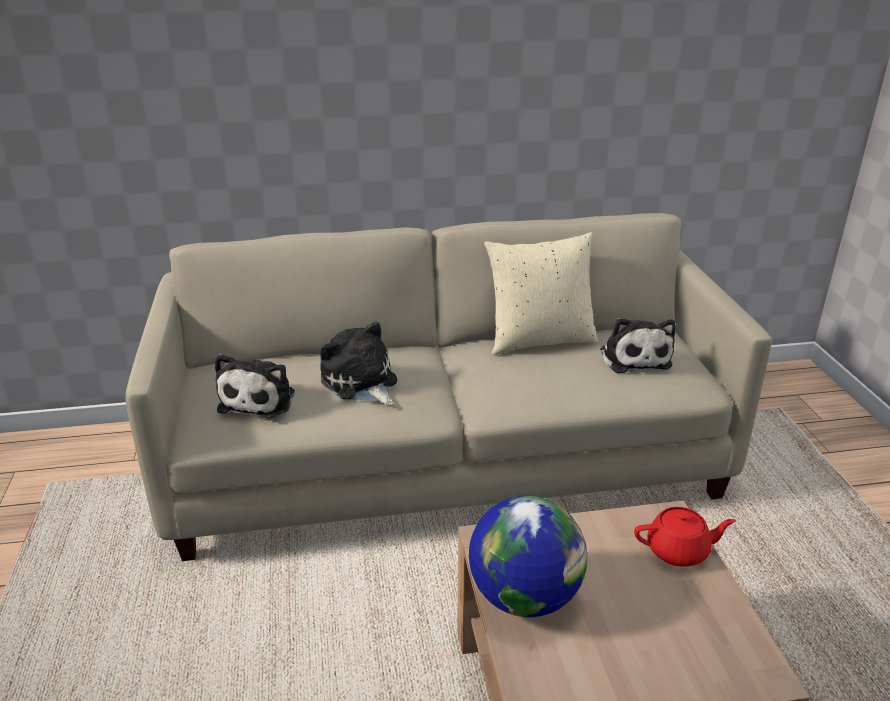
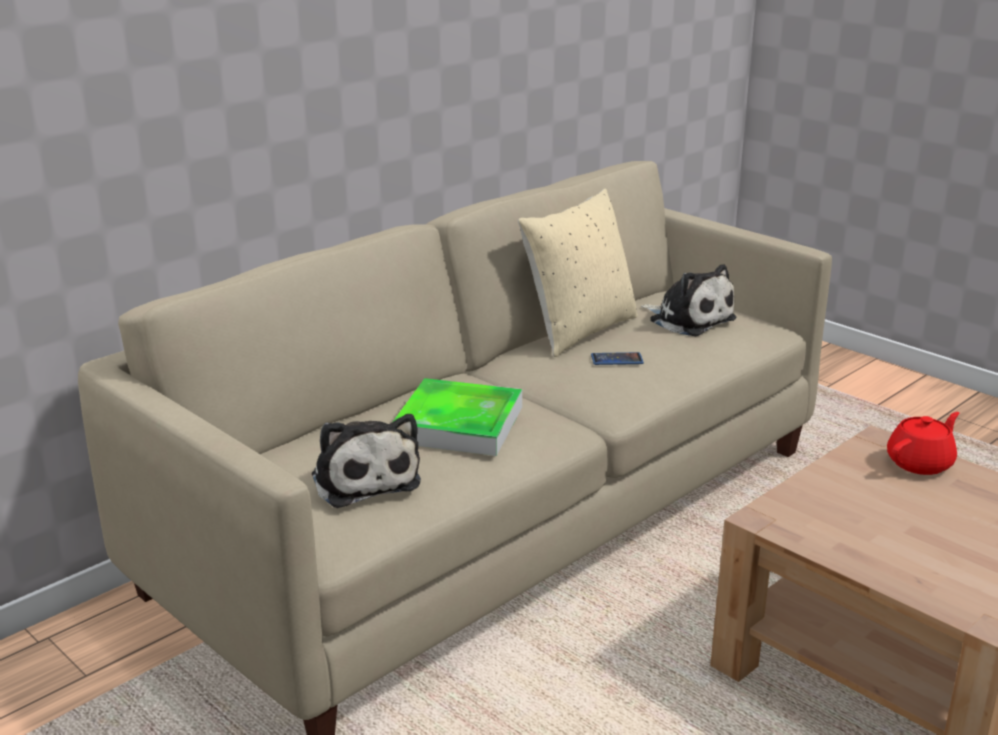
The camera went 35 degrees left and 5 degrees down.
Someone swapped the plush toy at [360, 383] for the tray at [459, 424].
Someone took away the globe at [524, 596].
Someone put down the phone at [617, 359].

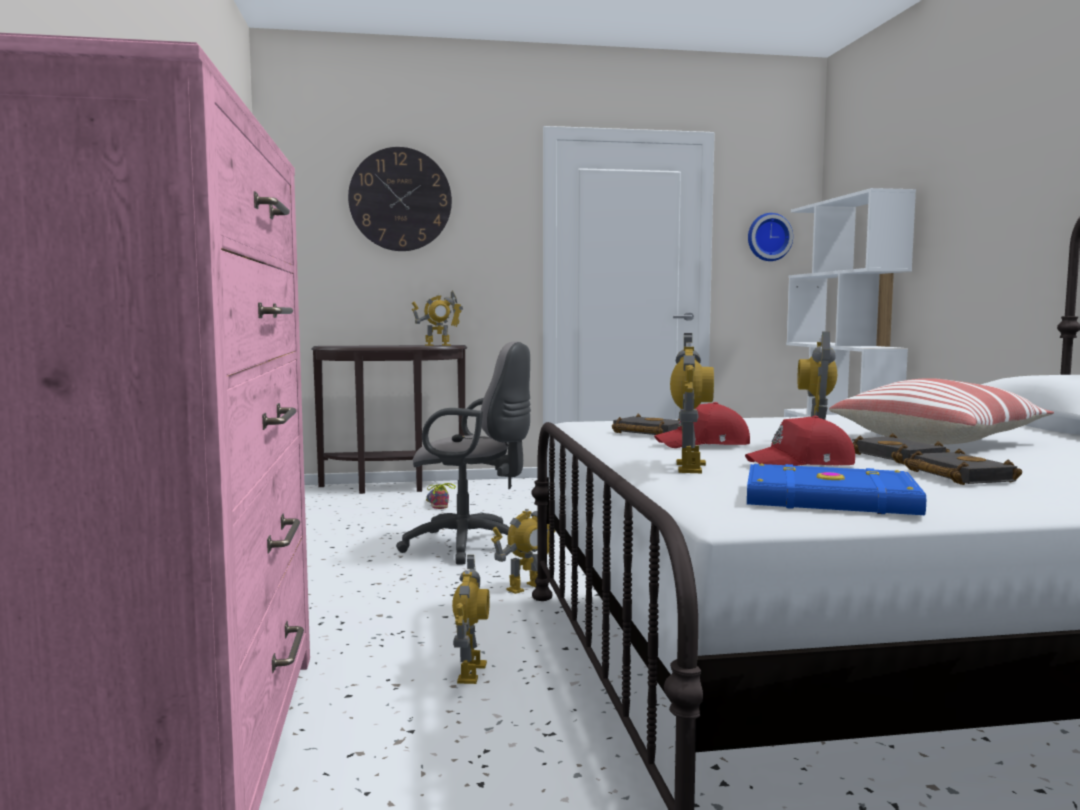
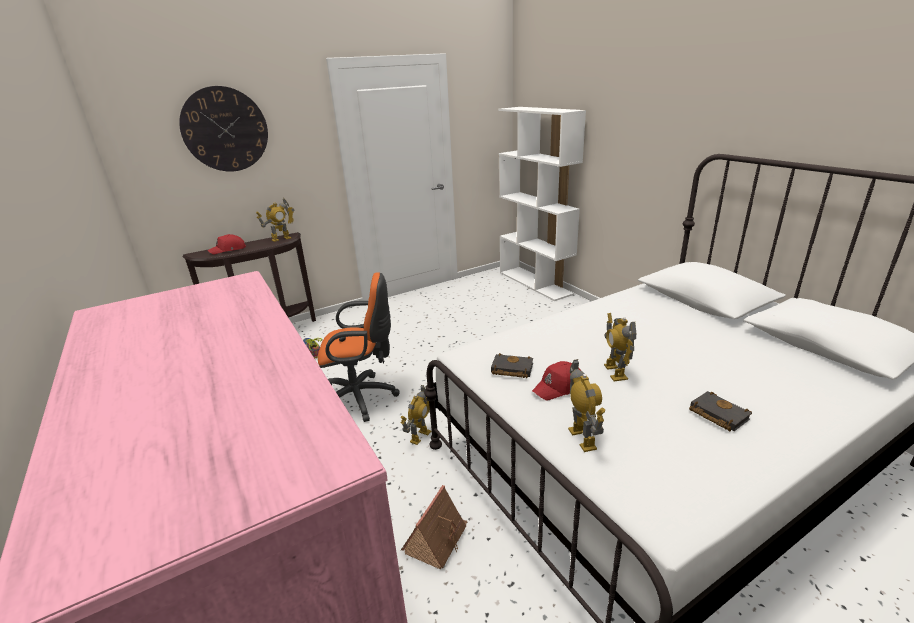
The camera went 20 degrees left and 20 degrees up.
Someone took away the wall clock at [768, 237].
Someone repainted the office chair (grey) at [471, 546], which became the office chair (orange) at [362, 398].
Someone took away the pillow at [937, 440].
Someone carried the cap (red) from [802, 464] to [228, 250].
Someone took away the book (black) at [901, 457].
Someone took away the book (blue) at [831, 499].
Someone swapped the toy robot at [470, 672] for the toy house at [436, 539].

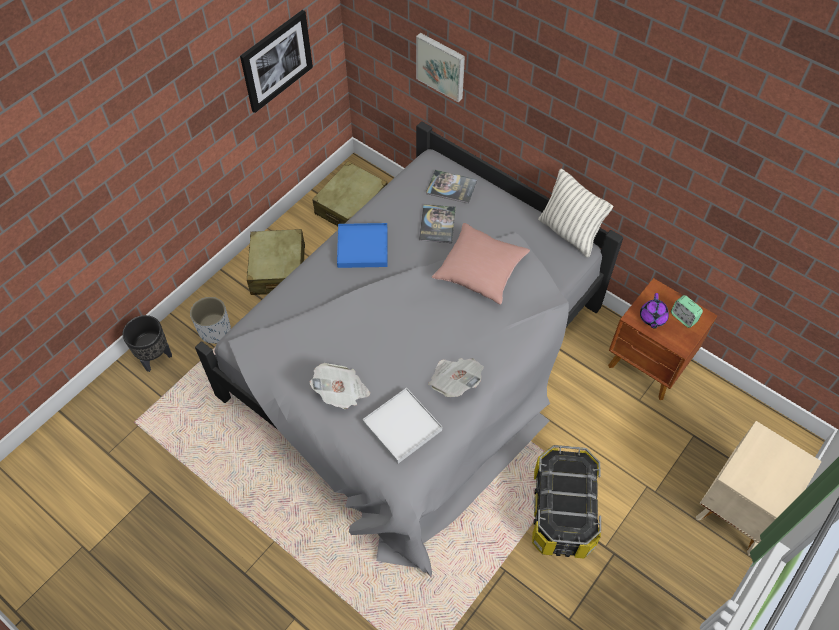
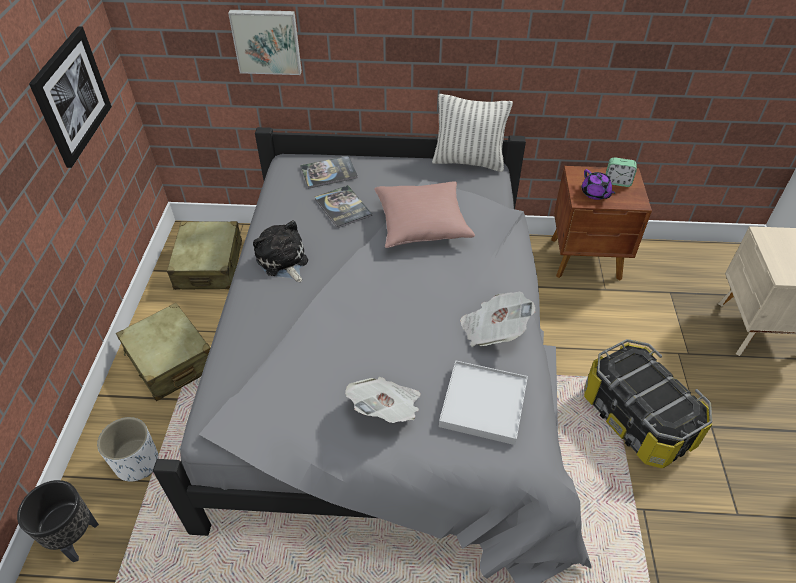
The camera went 35 degrees left and 10 degrees down.
Someone swapped the tray (blue) at [362, 247] for the plush toy at [283, 261].

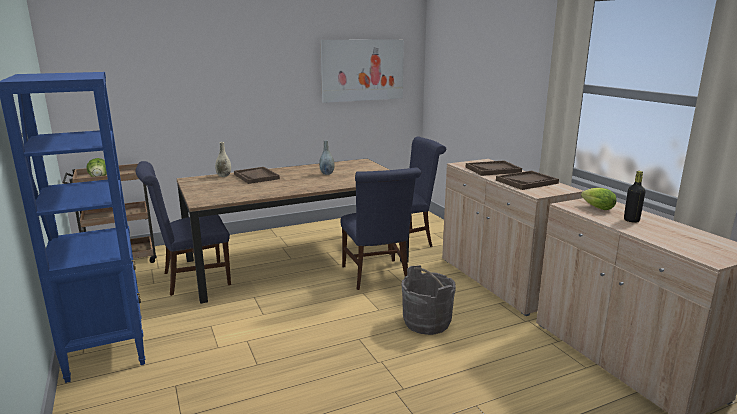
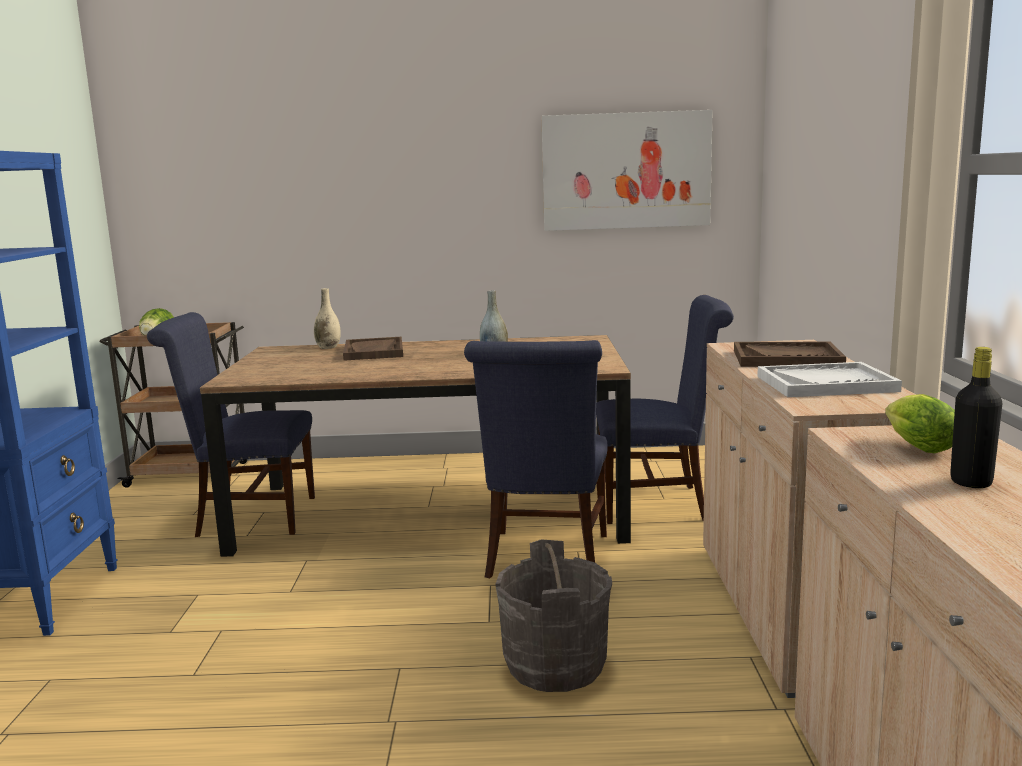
The camera went 25 degrees right and 5 degrees down.
Someone repainted the tray (brown) at [526, 182], which became the tray (white) at [826, 384].

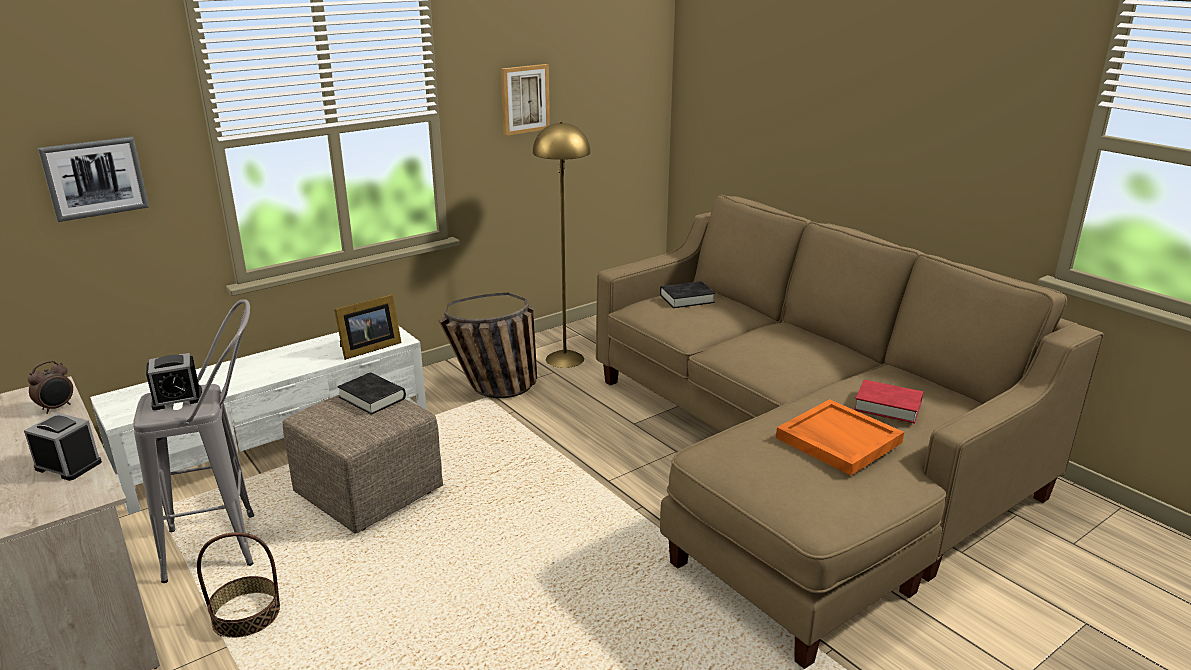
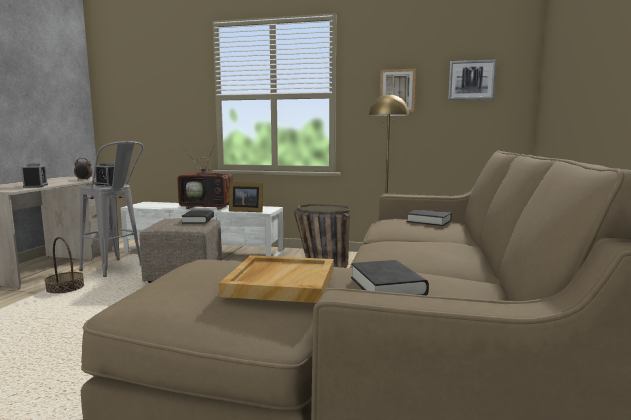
The camera went 50 degrees right and 15 degrees down.
Someone carried the picture from [95, 178] to [471, 80].
Someone repainted the book (red) at [887, 406], which became the book (black) at [387, 286].
Someone repainted the tray (orange) at [837, 440], which became the tray (beige) at [280, 282].
Someone put down the television at [209, 207].

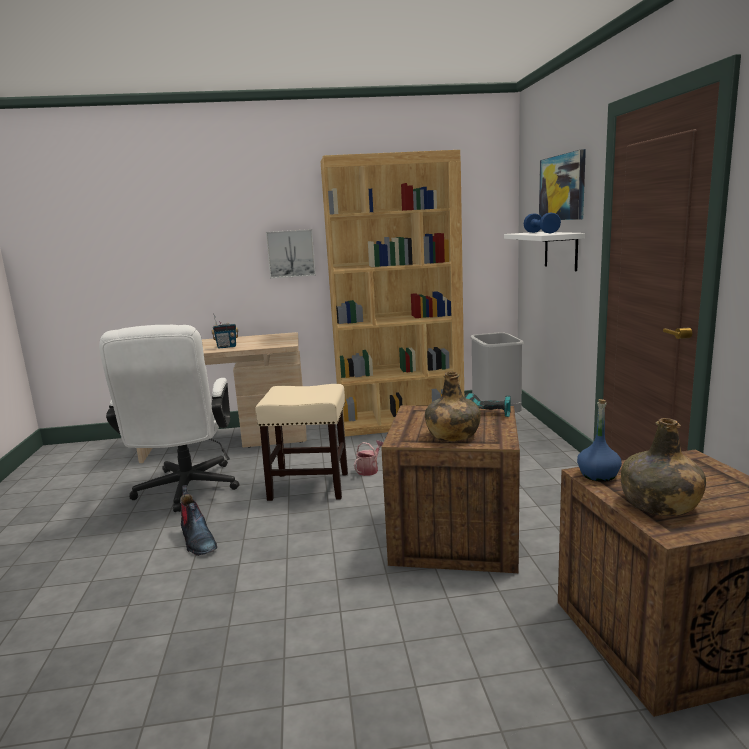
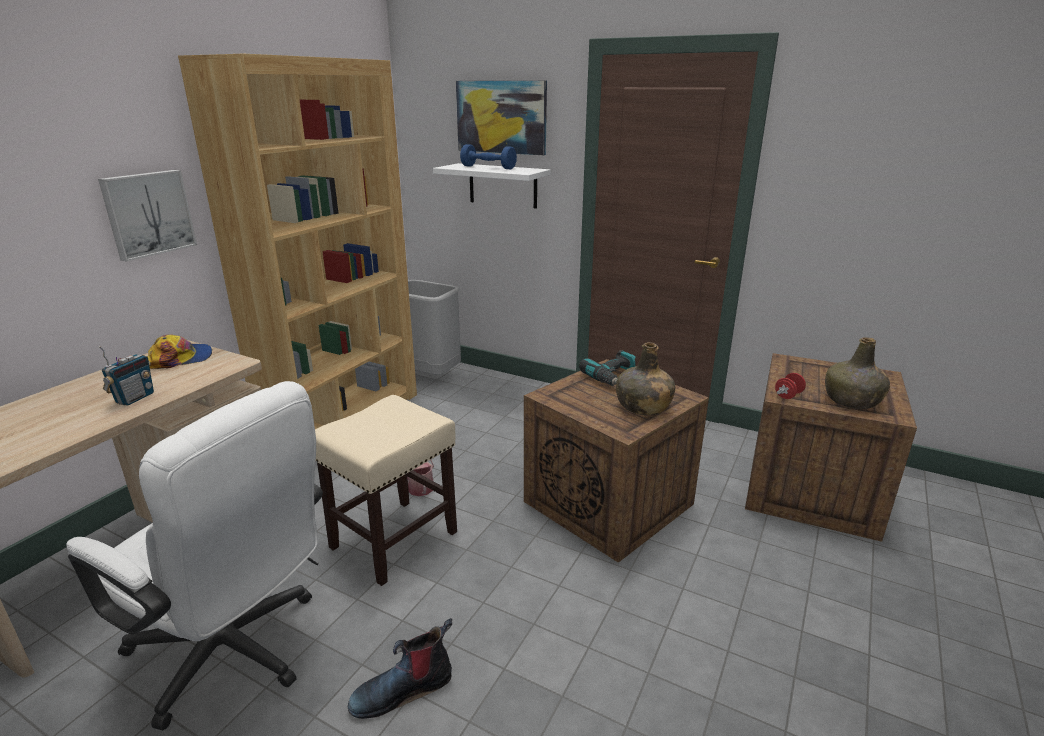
The camera went 55 degrees left and 10 degrees up.
Someone swapped the bottle (blue) at [598, 475] for the dumbbell (red) at [788, 395].
Someone rotated the boot at [197, 541] by 150 degrees clockwise.
Someone put down the cap at [181, 358].

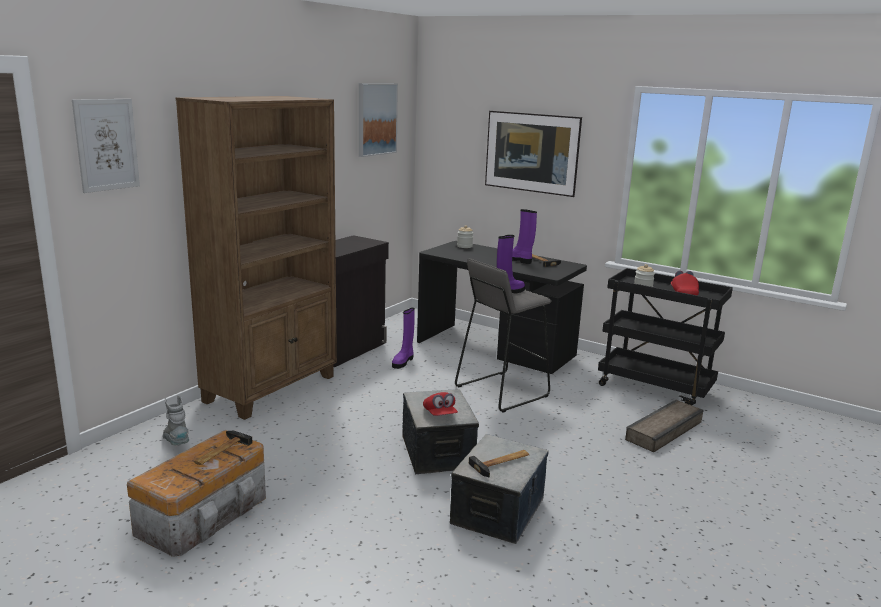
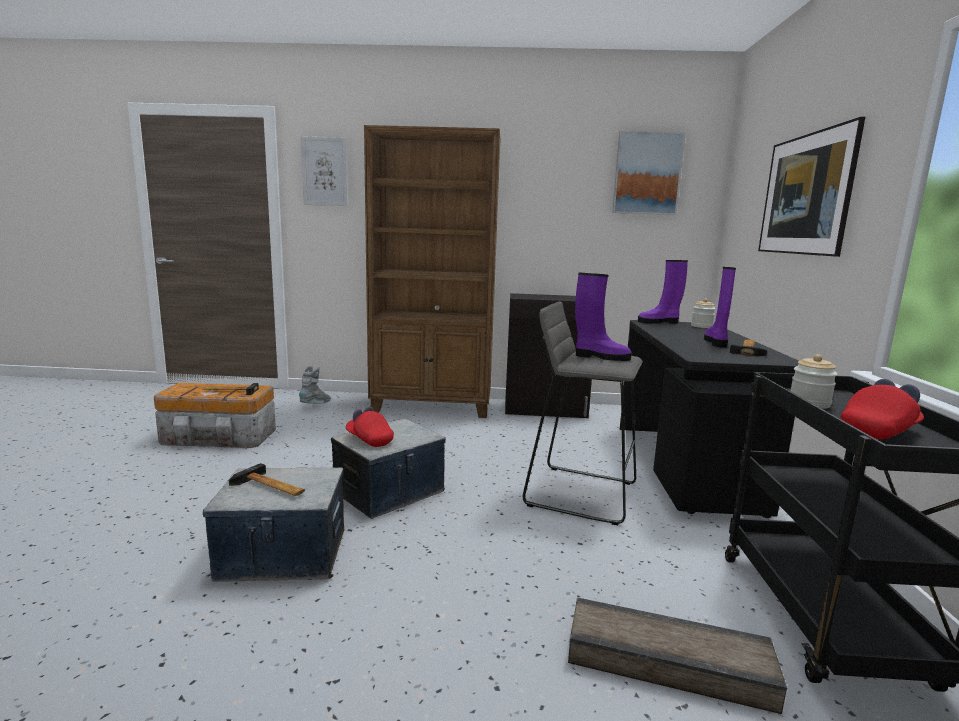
The camera went 60 degrees right and 5 degrees down.
Someone carried the boot (purple) from [403, 361] to [659, 322].
Someone rotated the cap (red) at [439, 414] by 90 degrees clockwise.

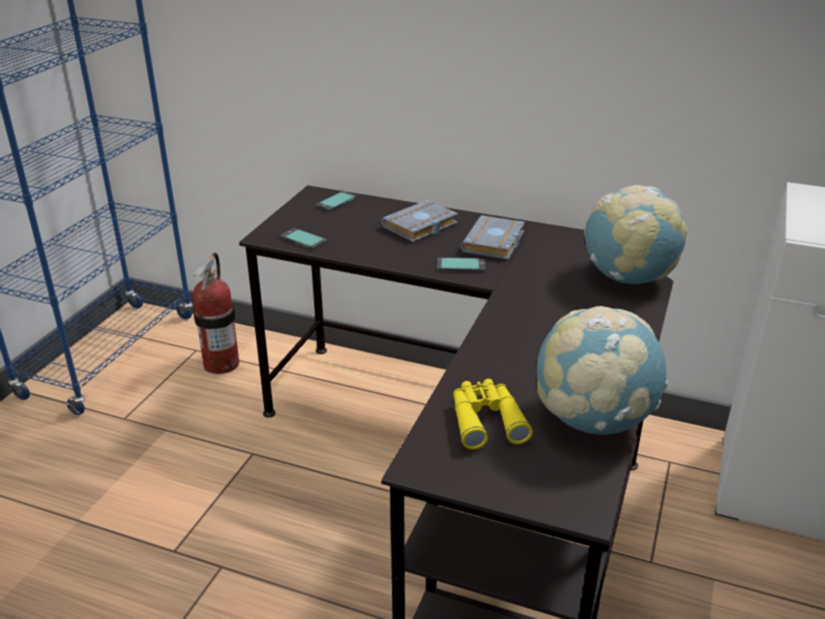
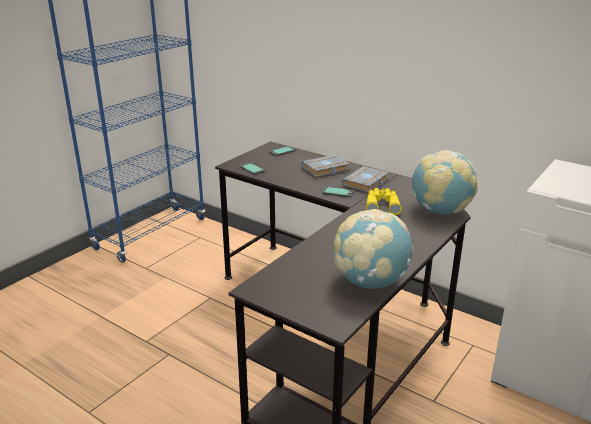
The camera went 15 degrees right and 5 degrees down.
Someone took away the fire extinguisher at [221, 363].
Someone carried the binoculars (yellow) from [486, 420] to [382, 205].

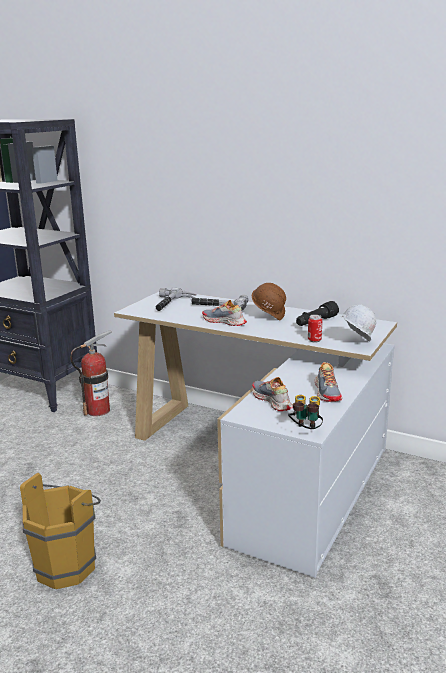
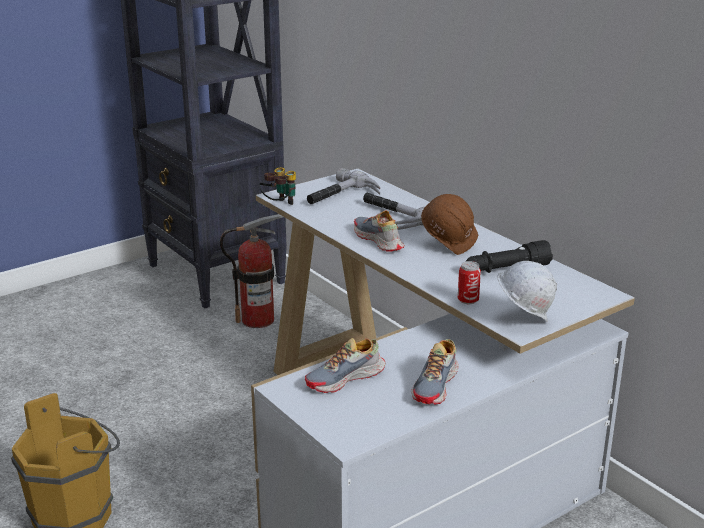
The camera went 25 degrees right and 5 degrees up.
Someone rotated the shoe at [272, 401] by 120 degrees counterclockwise.
Someone carried the binoculars from [305, 431] to [279, 205].

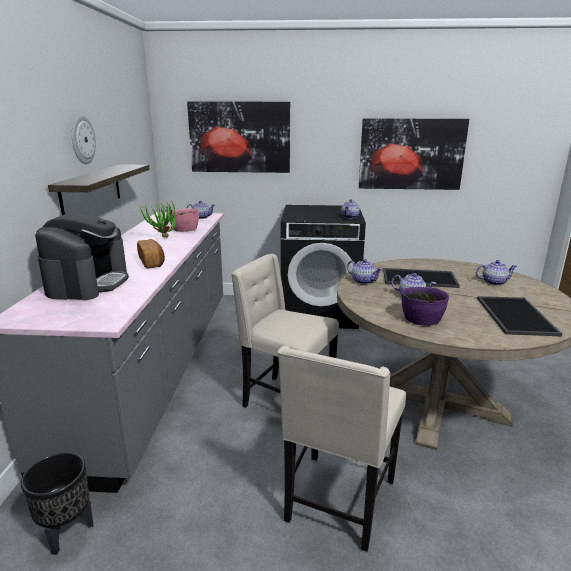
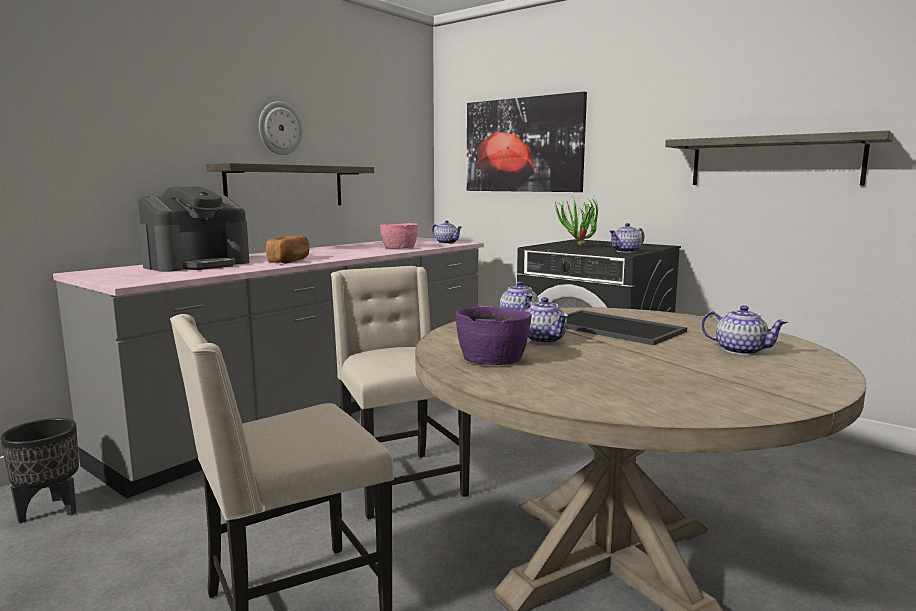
The camera went 35 degrees right and 10 degrees down.
Someone swapped the picture at [411, 154] for the shelf at [774, 161].
Someone carried the potted plant from [163, 239] to [578, 247].
Someone took away the tray at [513, 315].

